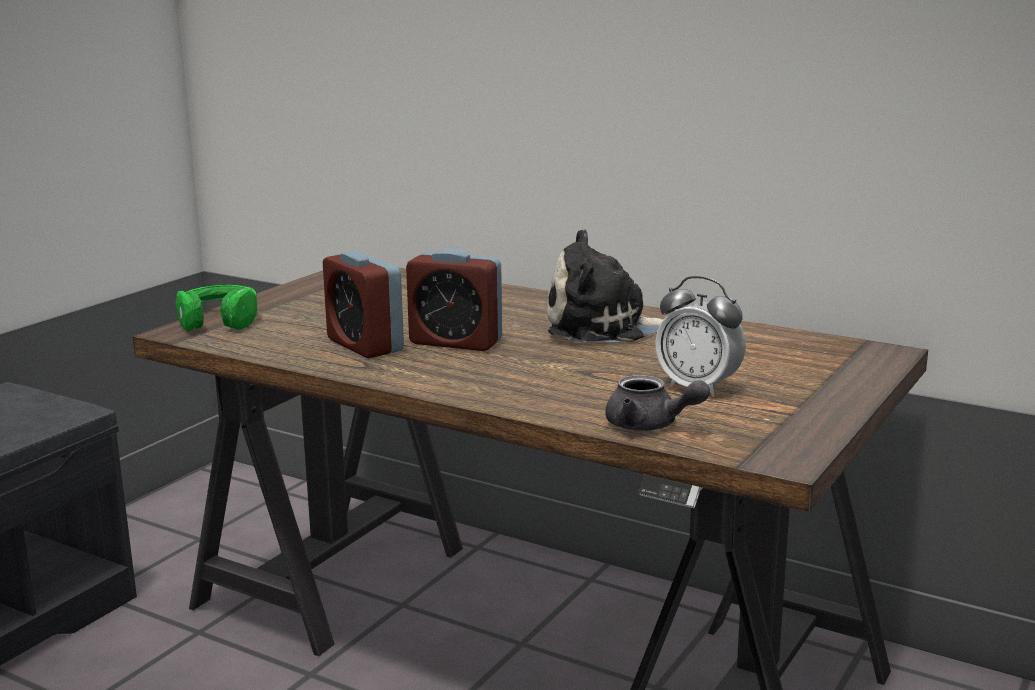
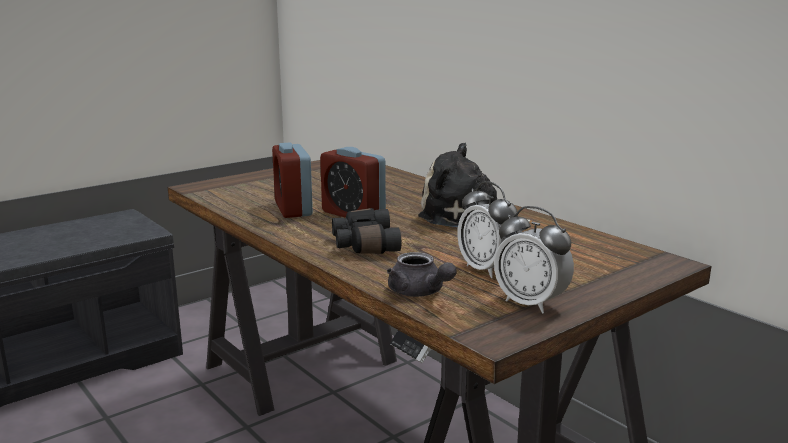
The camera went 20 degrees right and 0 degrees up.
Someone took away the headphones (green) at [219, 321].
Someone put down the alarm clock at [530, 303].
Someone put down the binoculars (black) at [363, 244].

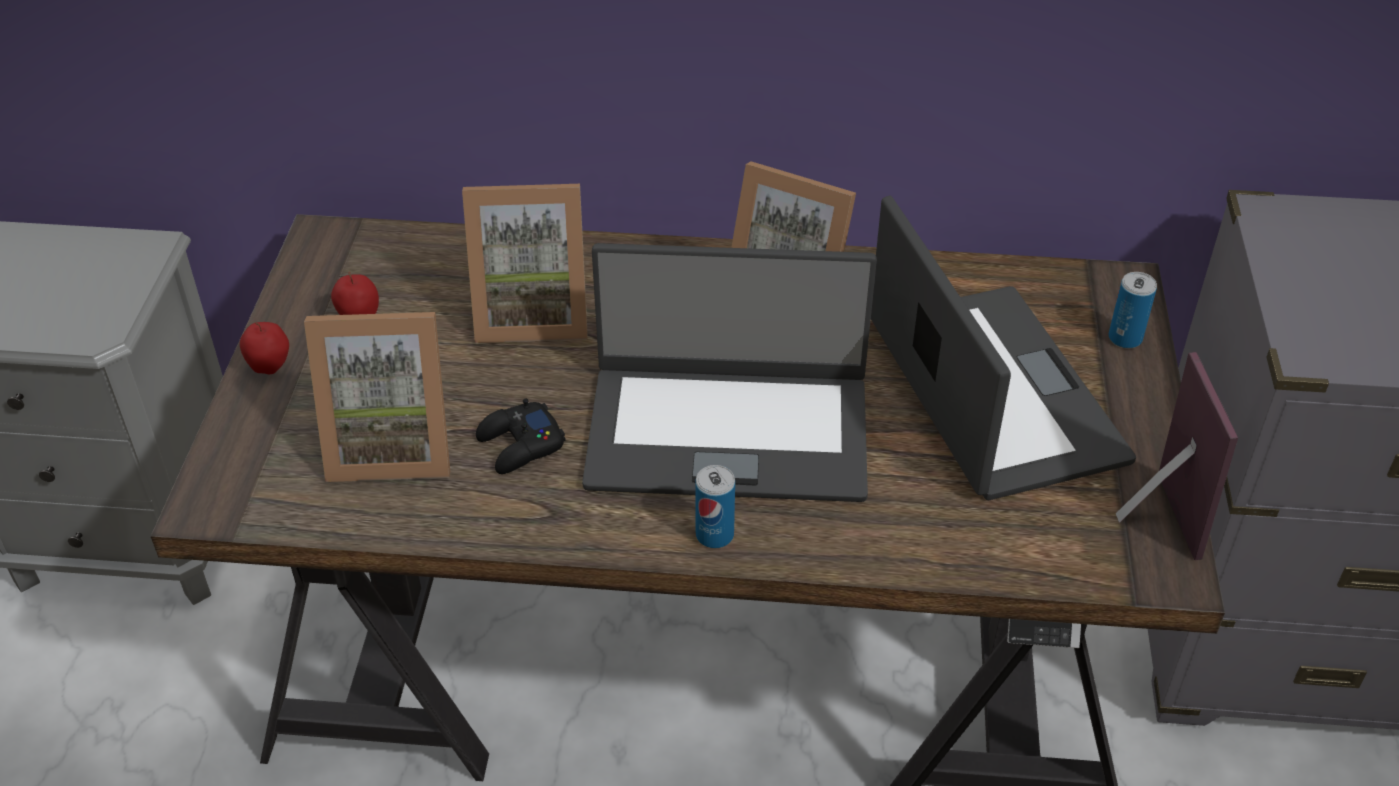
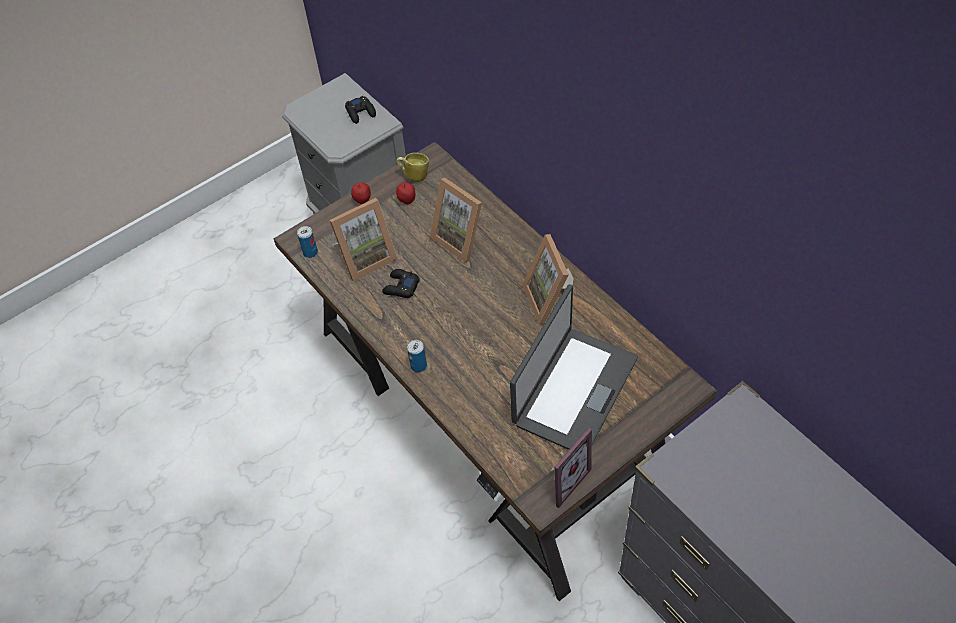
The camera went 50 degrees right and 10 degrees up.
Someone took away the laptop at [728, 431].
Someone carried the can from [1125, 338] to [310, 252].
Someone rotated the picture frame at [392, 445] by 75 degrees counterclockwise.
Someone put down the game controller (black) at [361, 112].
Someone put down the mug at [414, 175].

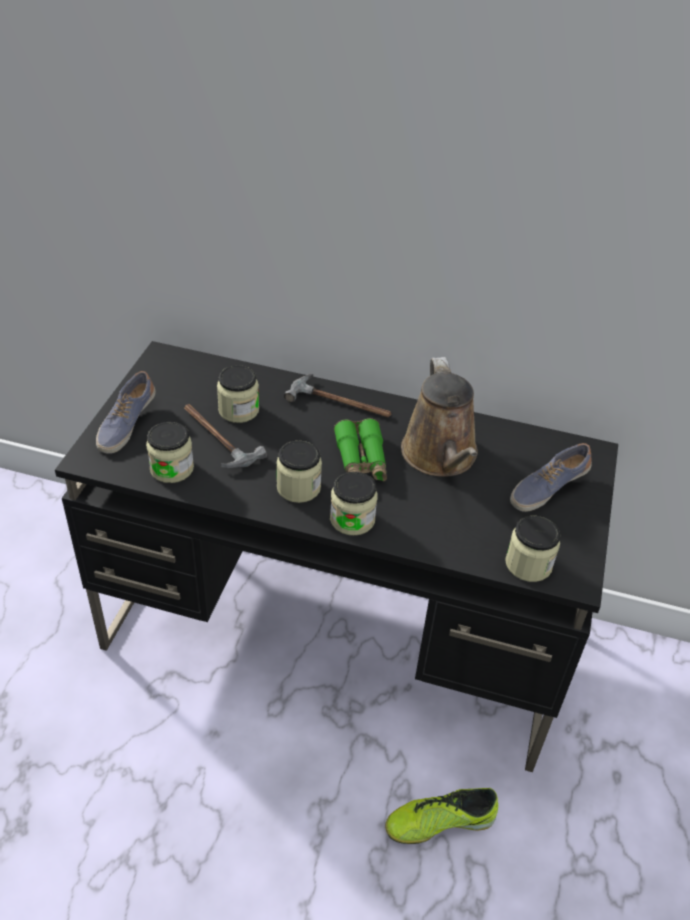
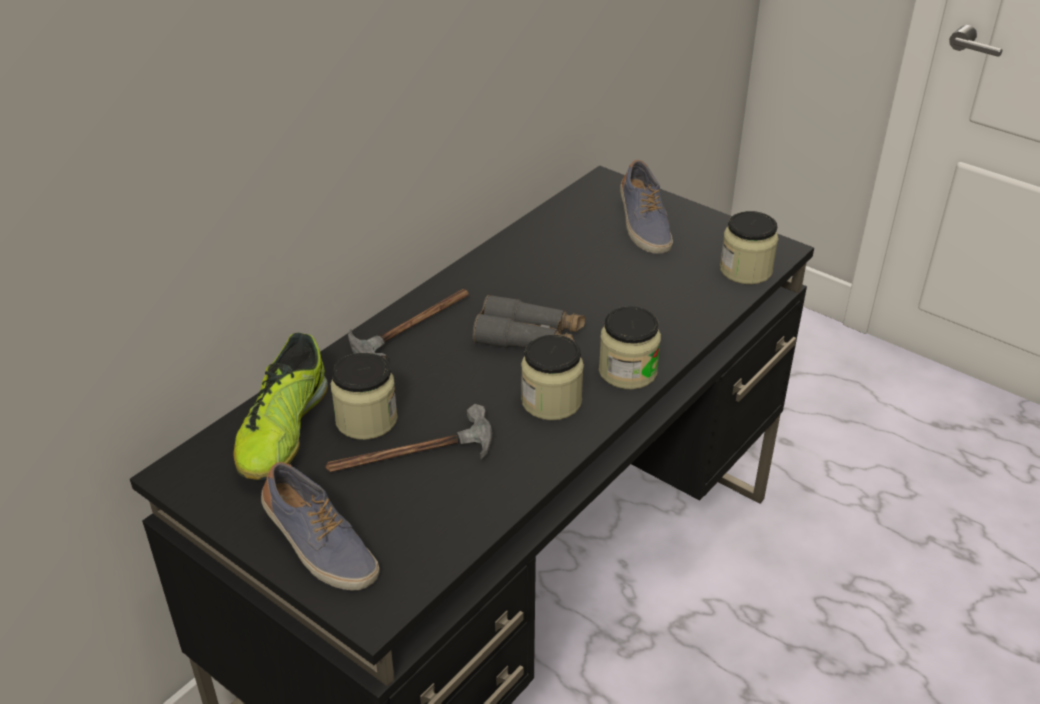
The camera went 65 degrees left and 5 degrees down.
Someone took away the watering can (brown) at [441, 456].
Someone repainted the binoculars (green) at [361, 460], which became the binoculars (grey) at [529, 338].
Someone took away the jar at [171, 468].
Someone carried the shoe from [440, 822] to [283, 430].

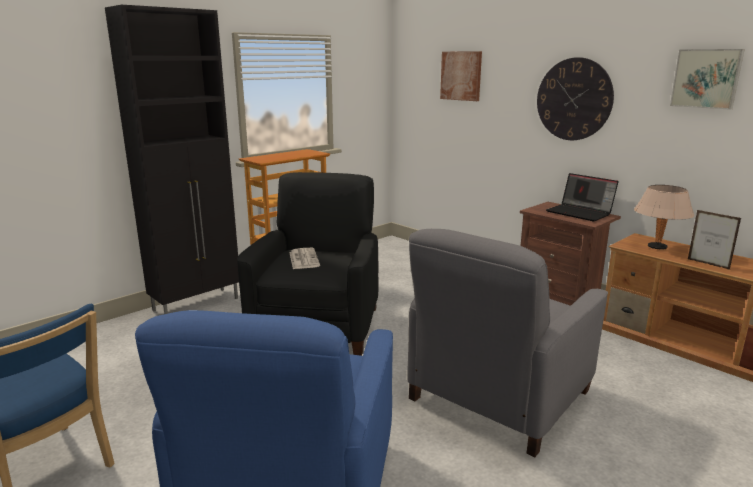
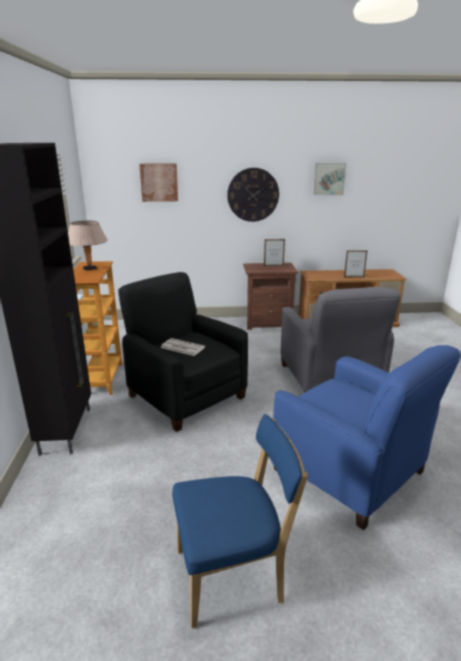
The camera went 50 degrees left and 5 degrees up.
Someone swapped the laptop at [580, 213] for the picture frame at [273, 266].
Someone carried the table lamp (beige) from [657, 247] to [90, 269].

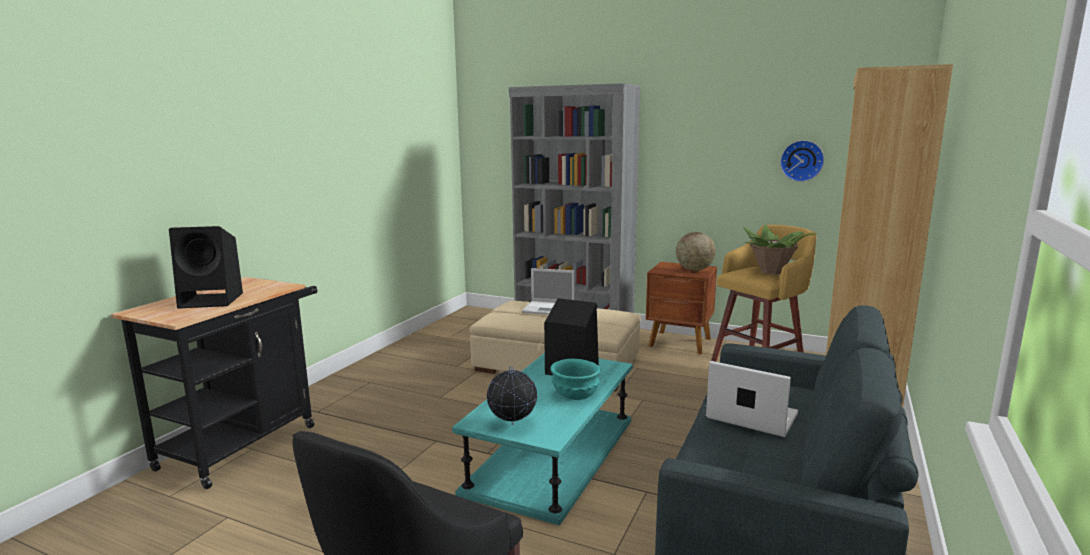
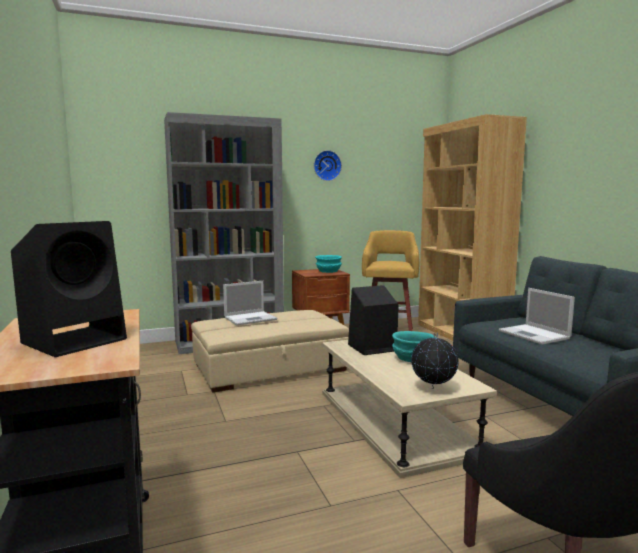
The camera went 45 degrees left and 5 degrees down.
Someone carried the wall clock from [802, 160] to [326, 165].
Someone took away the potted plant at [772, 272].
Someone swapped the globe at [694, 270] for the bowl (turquoise) at [329, 271].
Someone repainted the coffee table (turquoise) at [552, 455], which became the coffee table (beige) at [396, 421].
Someone rotated the laptop at [750, 416] by 105 degrees counterclockwise.

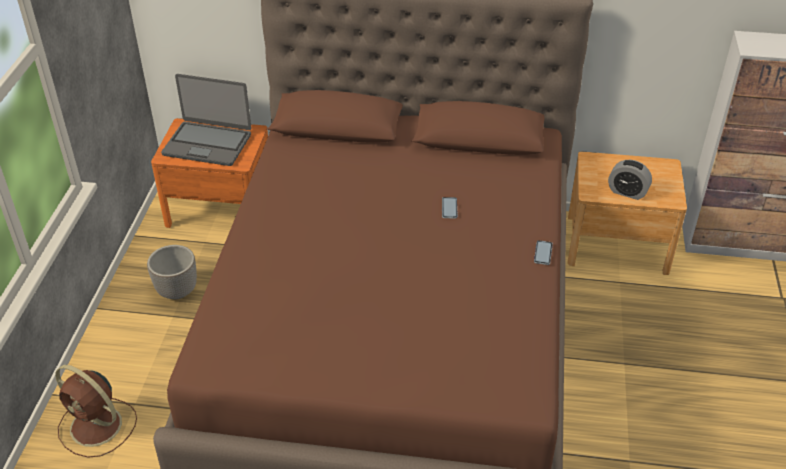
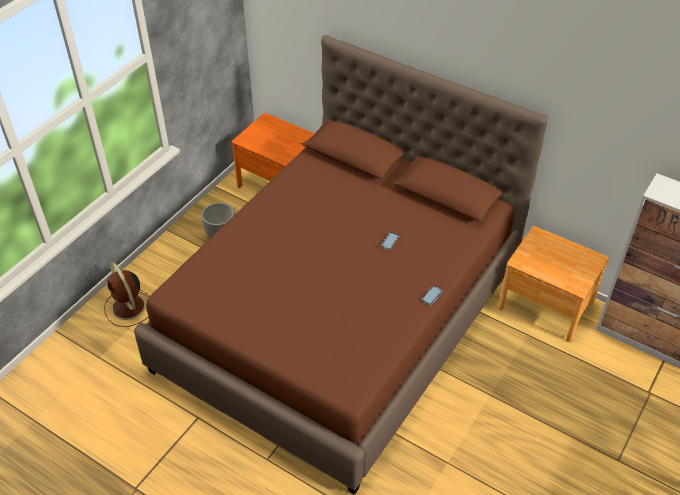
The camera went 25 degrees right and 5 degrees up.
Someone took away the laptop at [208, 144].
Someone took away the alarm clock at [627, 192].

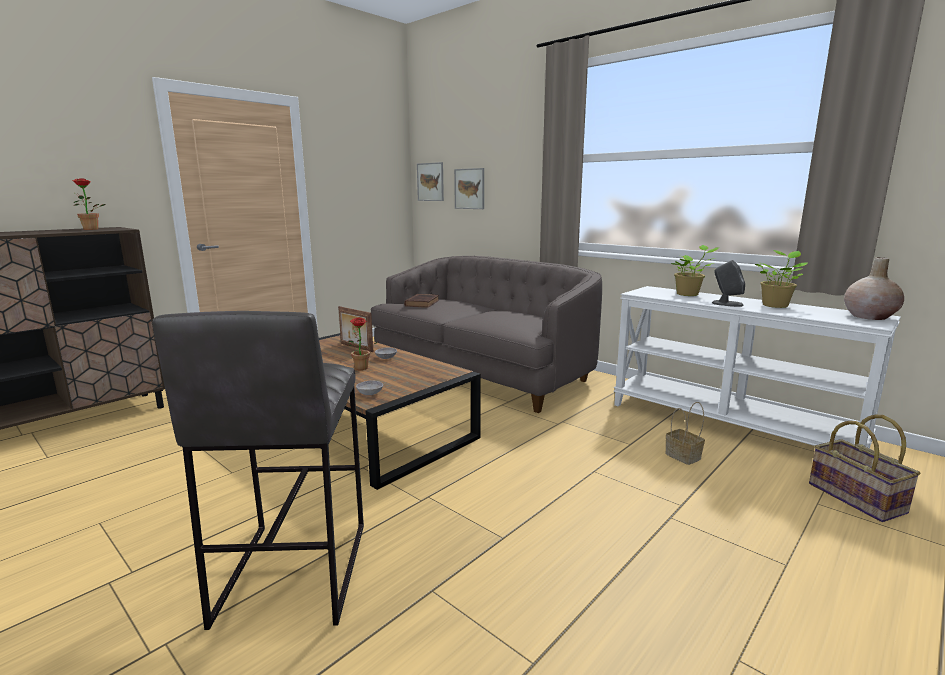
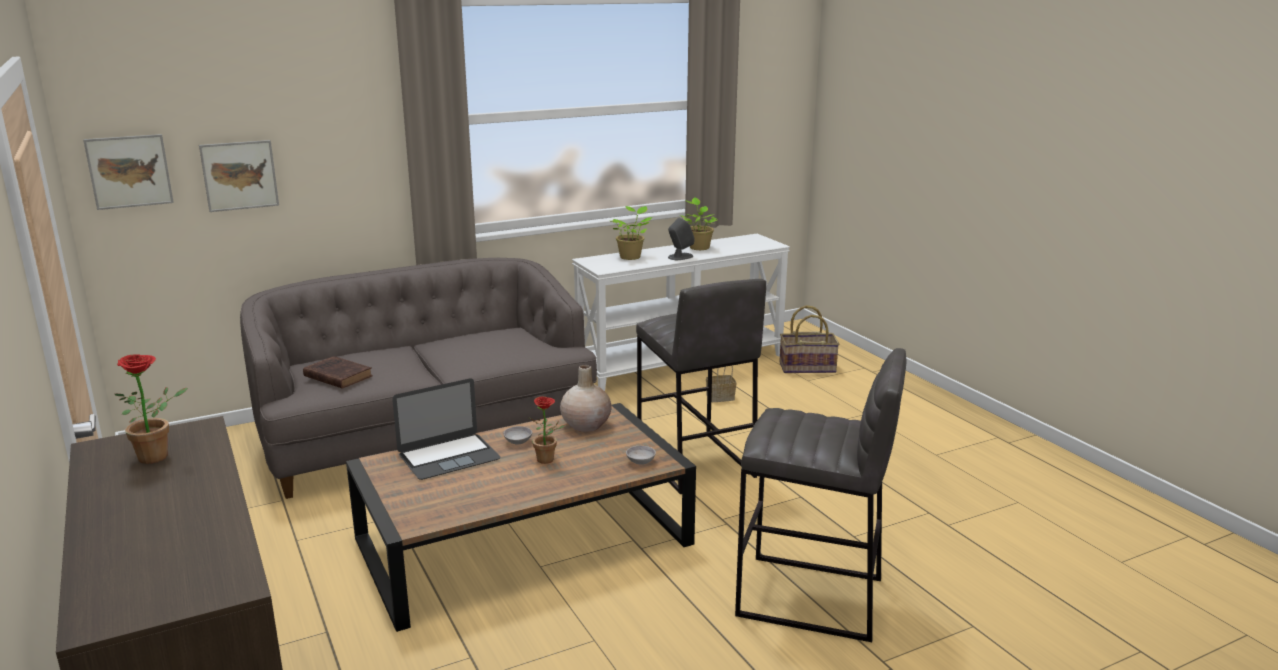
The camera went 70 degrees left and 5 degrees up.
Someone carried the vase (beige) from [869, 316] to [586, 425].
Someone swapped the picture frame at [356, 347] for the laptop at [449, 456].
Someone put down the stool (grey) at [694, 463].

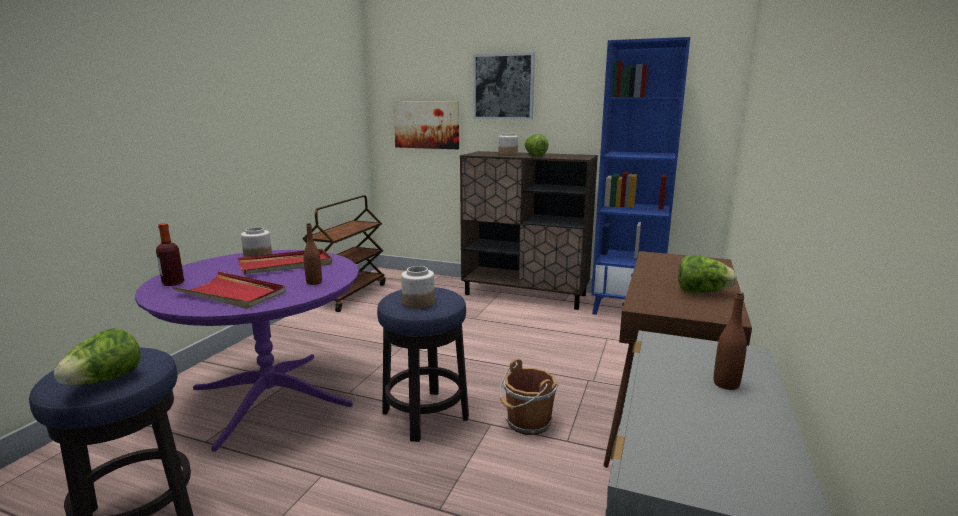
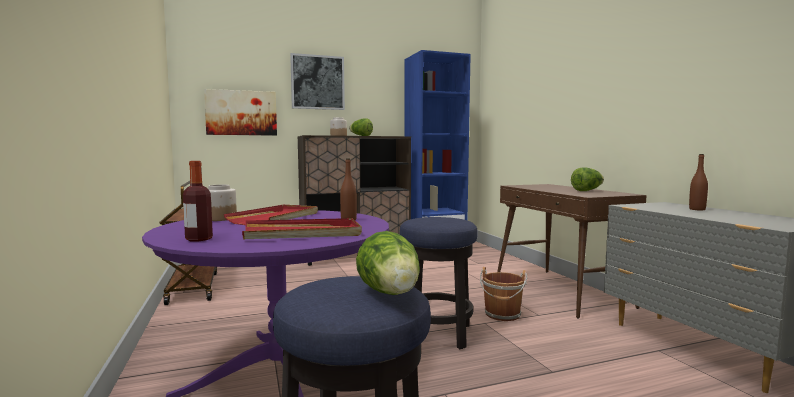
The camera went 40 degrees left and 10 degrees down.
Someone took away the jar at [418, 303].

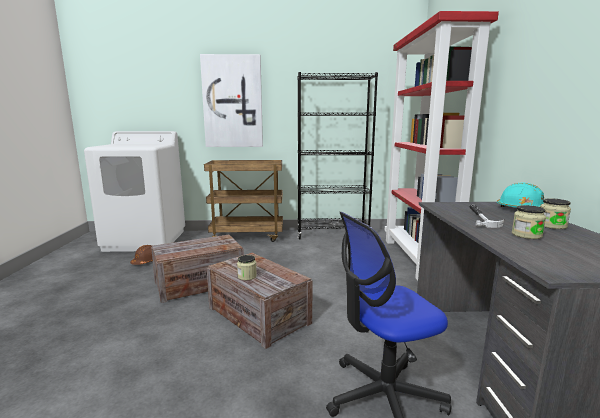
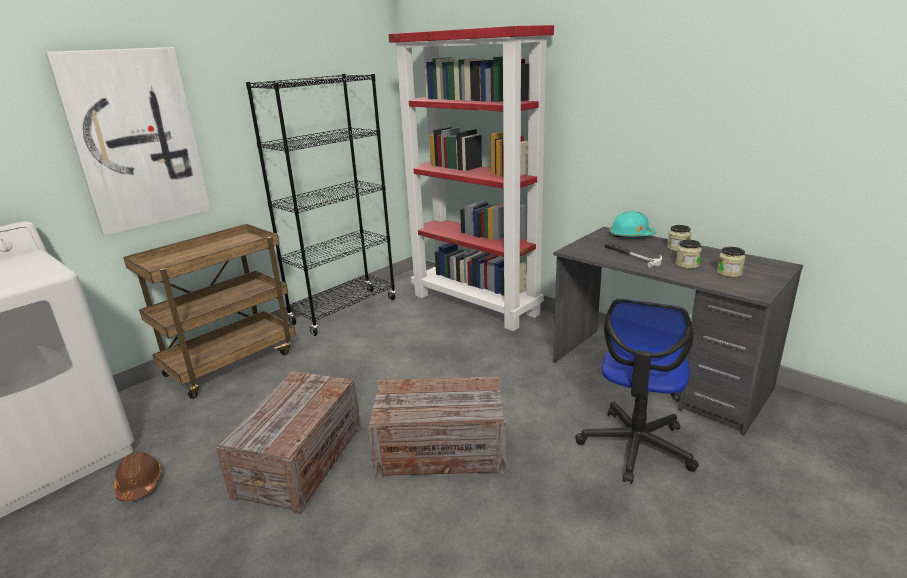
The camera went 45 degrees left and 10 degrees up.
Someone carried the jar from [247, 276] to [729, 273].

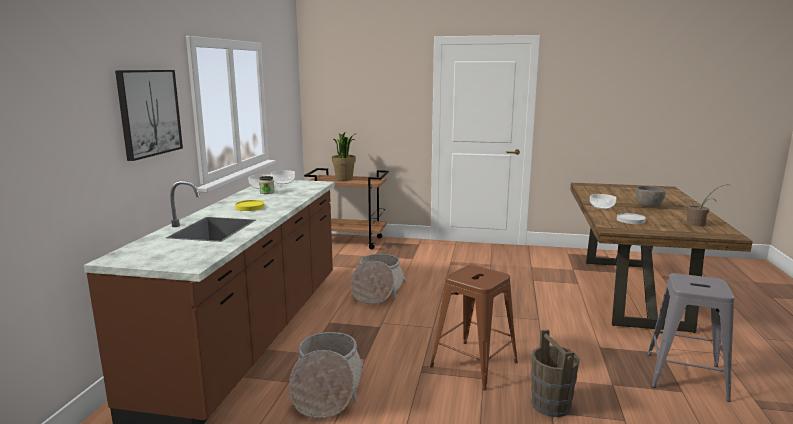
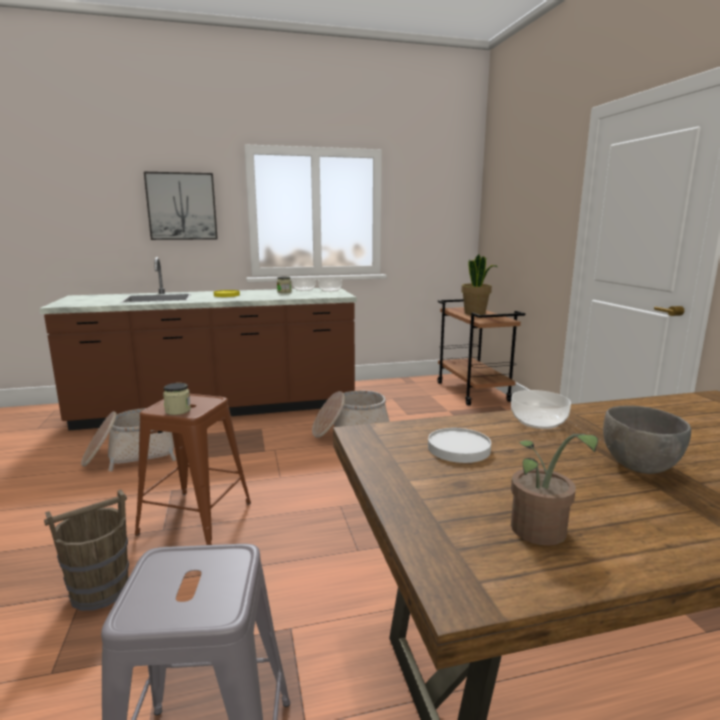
The camera went 65 degrees right and 0 degrees up.
Someone put down the jar at [178, 410].

